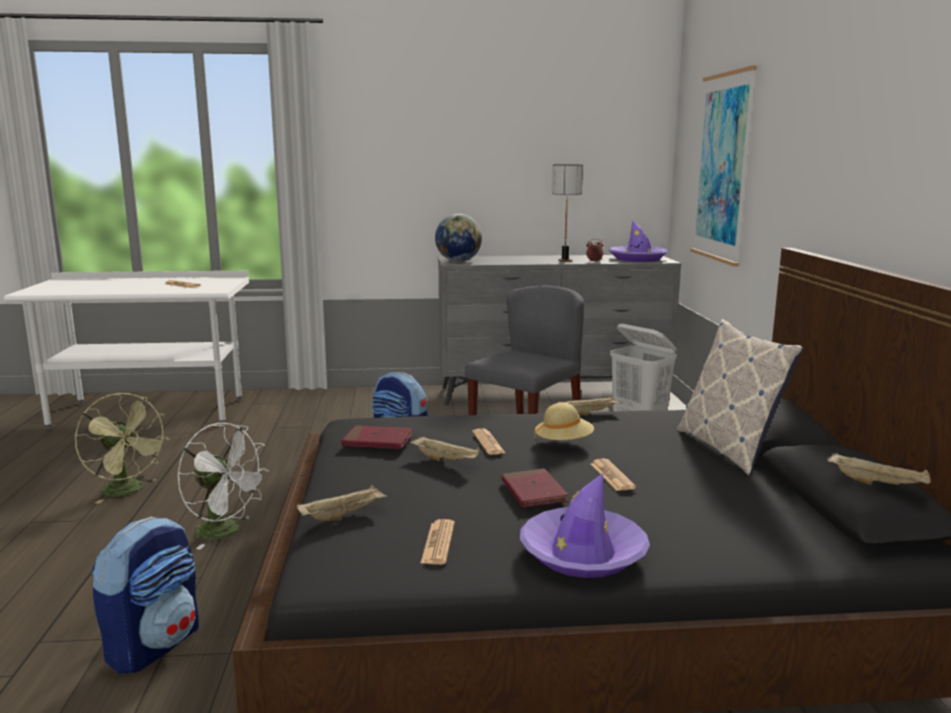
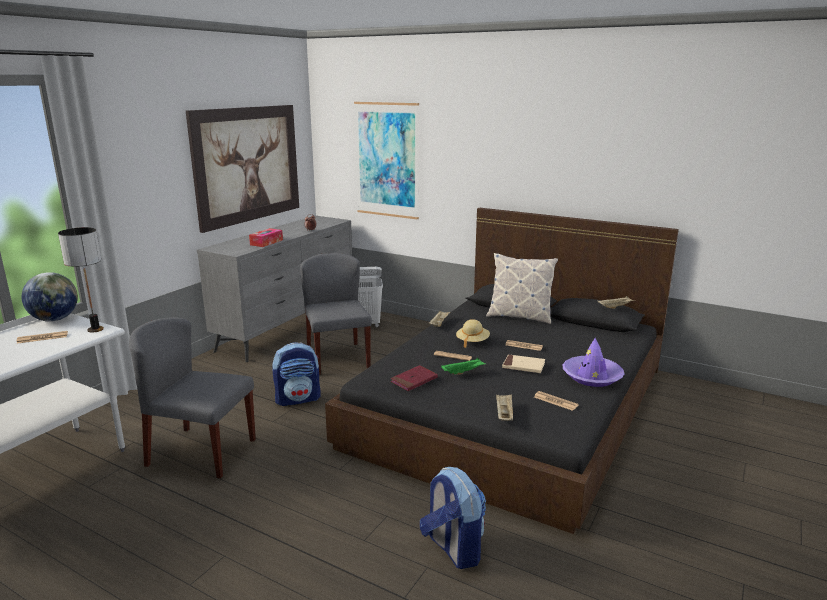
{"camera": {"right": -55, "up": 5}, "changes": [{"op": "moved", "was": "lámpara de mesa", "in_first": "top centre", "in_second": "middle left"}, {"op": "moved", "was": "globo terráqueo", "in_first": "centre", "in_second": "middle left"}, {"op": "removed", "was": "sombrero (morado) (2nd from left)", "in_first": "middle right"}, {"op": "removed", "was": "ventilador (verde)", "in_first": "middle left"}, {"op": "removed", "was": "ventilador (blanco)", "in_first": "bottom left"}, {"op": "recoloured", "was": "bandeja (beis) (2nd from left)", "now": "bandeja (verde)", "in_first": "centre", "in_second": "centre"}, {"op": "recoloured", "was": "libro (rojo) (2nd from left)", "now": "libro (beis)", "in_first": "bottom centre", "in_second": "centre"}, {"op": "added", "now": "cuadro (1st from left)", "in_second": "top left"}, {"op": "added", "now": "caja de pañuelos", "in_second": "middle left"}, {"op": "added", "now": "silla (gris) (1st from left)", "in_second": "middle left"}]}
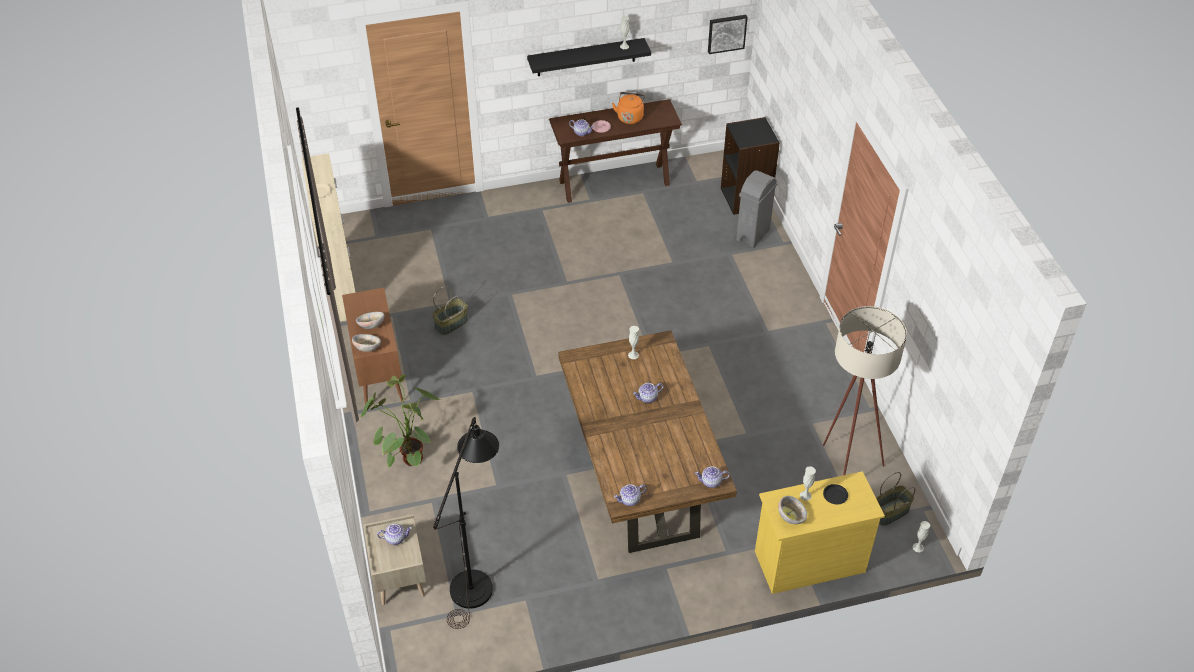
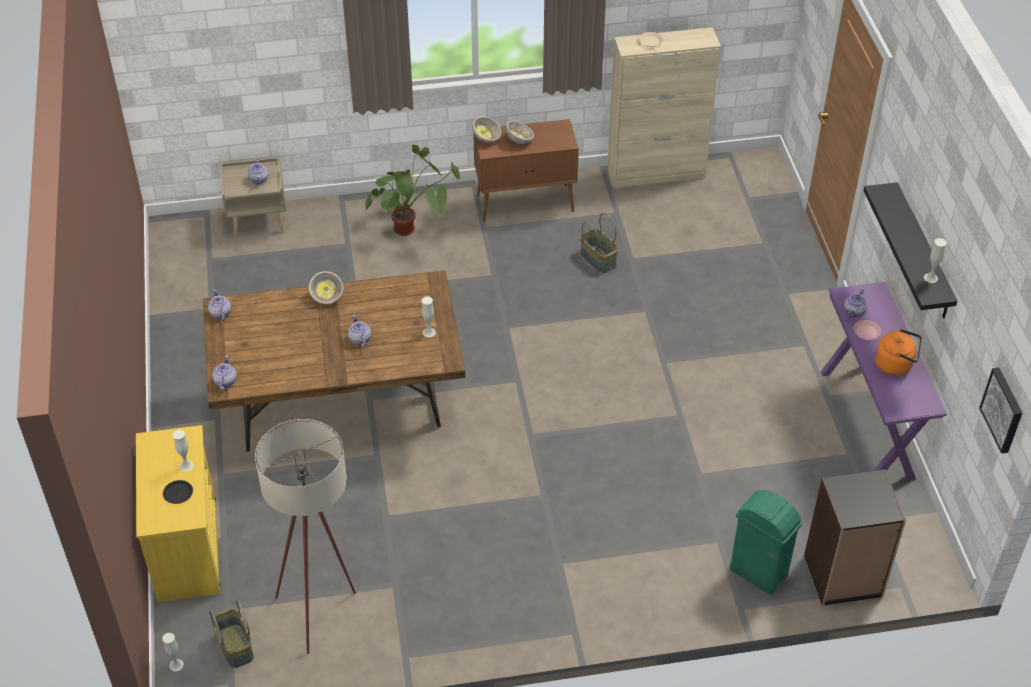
{"camera": {"right": 95, "up": 0}, "changes": [{"op": "recoloured", "was": "mesa consola (marrón)", "now": "mesa consola (morado)", "in_first": "top centre", "in_second": "middle right"}, {"op": "recoloured", "was": "papelera (gris)", "now": "papelera (verde)", "in_first": "top centre", "in_second": "bottom right"}, {"op": "removed", "was": "lámpara de pie (negro)", "in_first": "bottom centre"}, {"op": "moved", "was": "cuenco (3rd from left in the first image)", "now": "cuenco (1st from left)", "in_first": "bottom centre", "in_second": "middle left"}]}
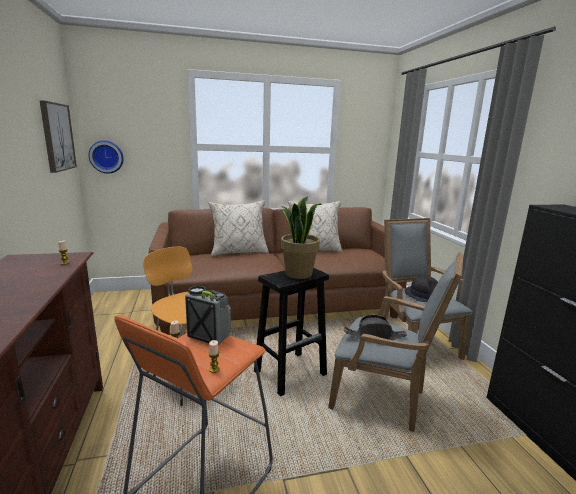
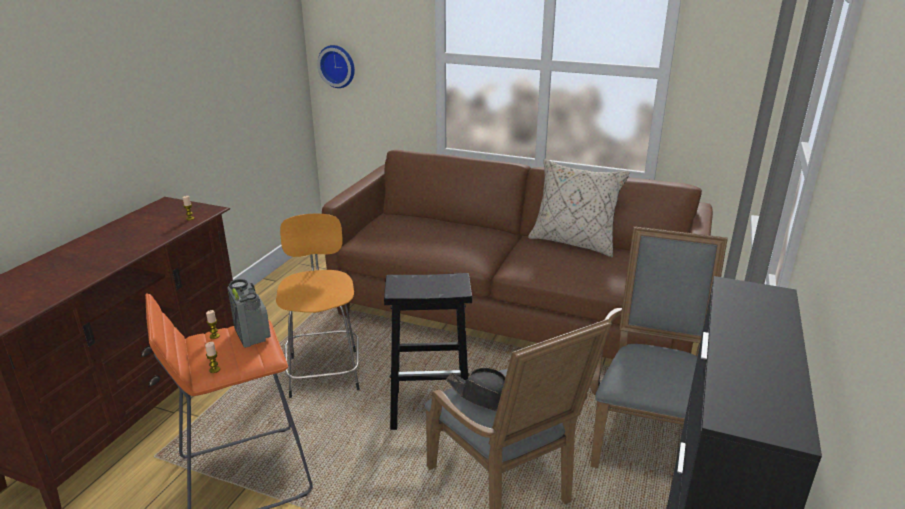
{"camera": {"right": 35, "up": 10}, "changes": [{"op": "removed", "was": "cuadro", "in_first": "top left"}, {"op": "removed", "was": "planta en maceta", "in_first": "centre"}, {"op": "removed", "was": "cojín (beis) (1st from left)", "in_first": "centre"}, {"op": "removed", "was": "sombrero (negro) (2nd from left)", "in_first": "middle right"}]}
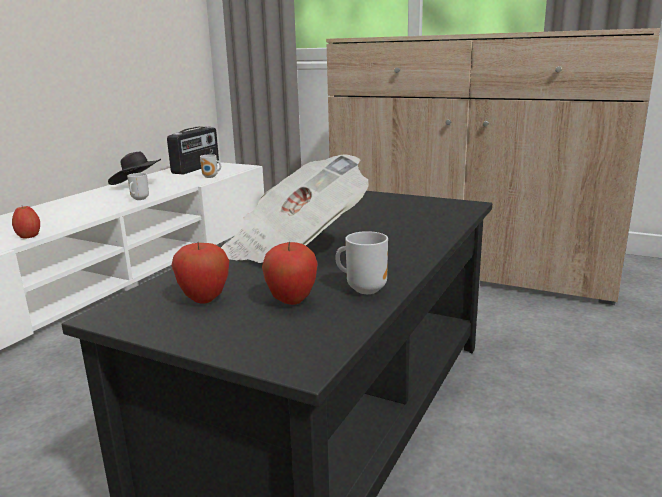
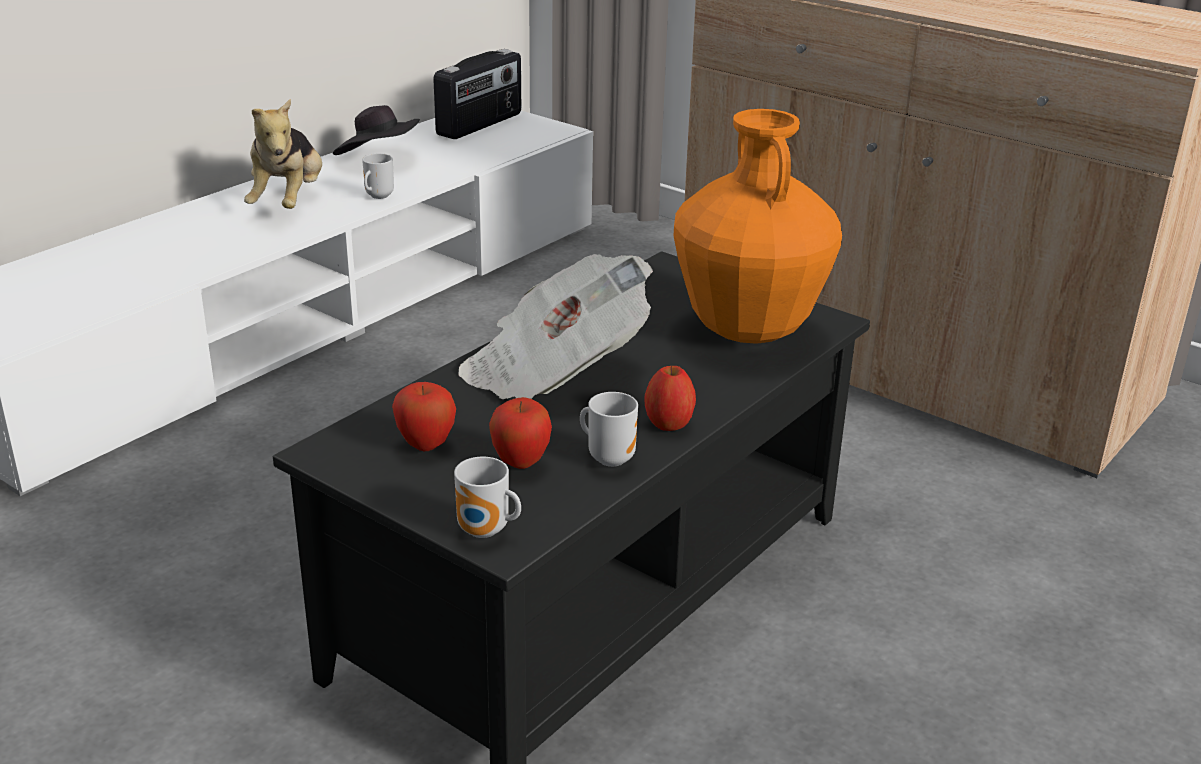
{"camera": {"right": 10, "up": 10}, "changes": [{"op": "moved", "was": "taza grande (2nd from left)", "in_first": "middle left", "in_second": "centre"}, {"op": "moved", "was": "manzana (1st from left in the first image)", "now": "manzana (3rd from left)", "in_first": "middle left", "in_second": "centre"}, {"op": "added", "now": "peluche", "in_second": "top left"}, {"op": "added", "now": "florero (naranja)", "in_second": "top centre"}]}
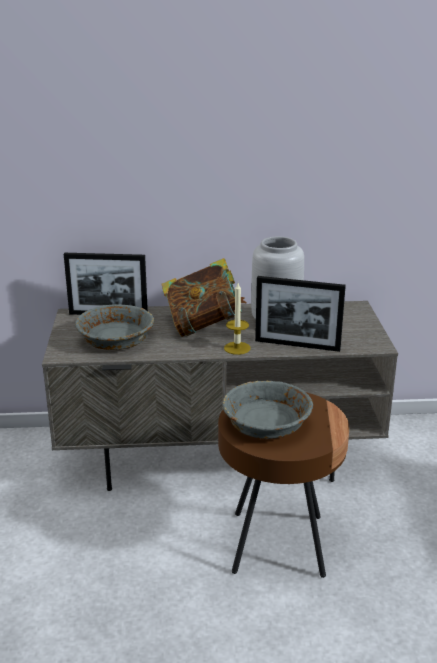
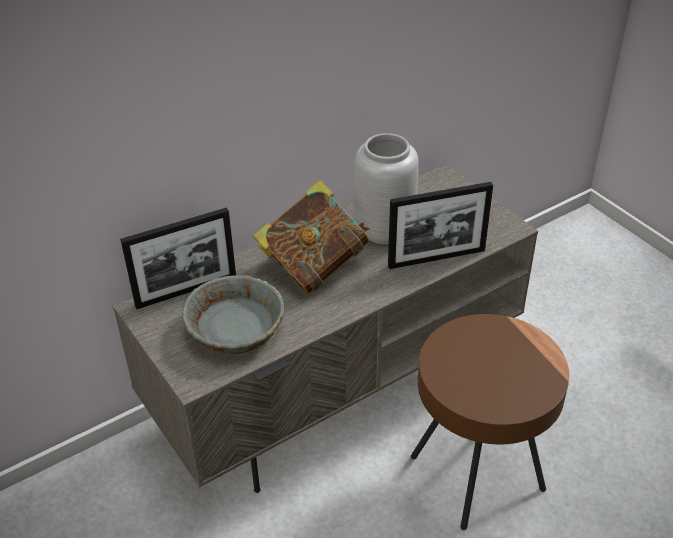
{"camera": {"right": -30, "up": 15}, "changes": [{"op": "removed", "was": "vela", "in_first": "centre"}, {"op": "removed", "was": "cuenco (gris) (2nd from left)", "in_first": "centre"}]}
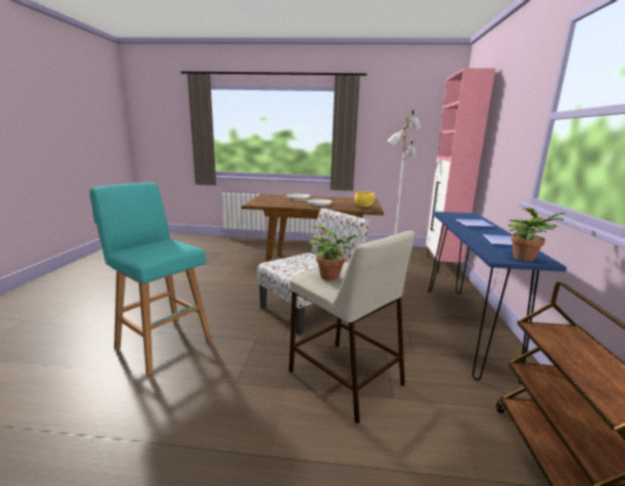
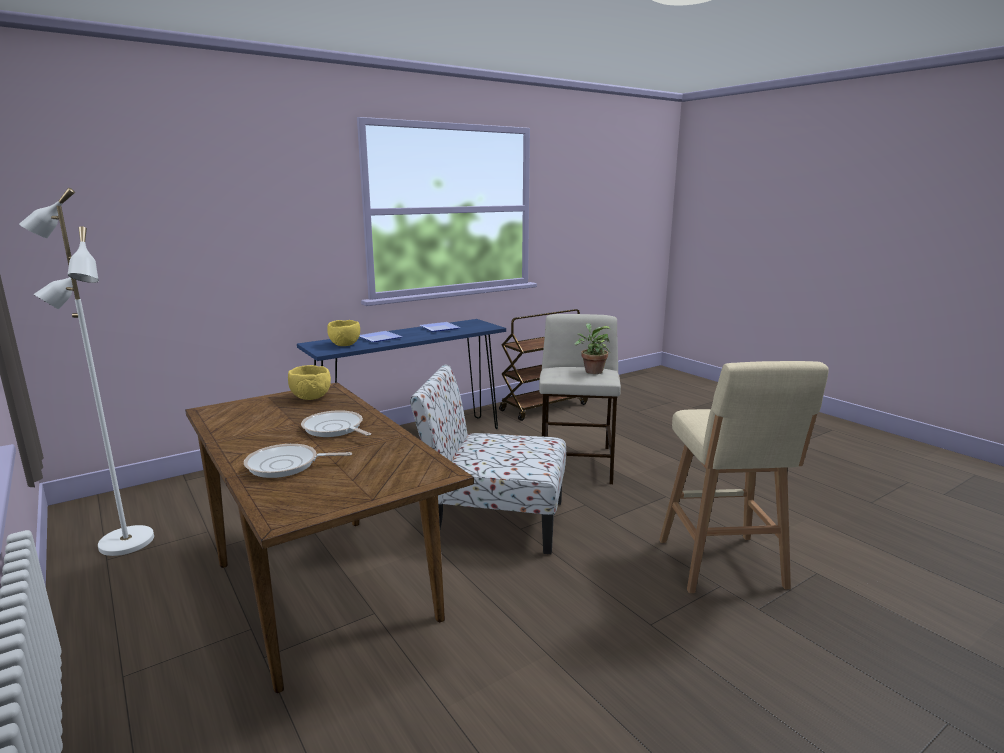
{"camera": {"right": -130, "up": 0}, "changes": [{"op": "removed", "was": "armario (rosa)", "in_first": "middle right"}, {"op": "recoloured", "was": "taburete (turquesa)", "now": "taburete (beis) (2nd from left)", "in_first": "middle left", "in_second": "middle right"}, {"op": "removed", "was": "planta en maceta (2nd from left)", "in_first": "middle right"}, {"op": "added", "now": "cuenco (amarillo) (2nd from left)", "in_second": "centre"}]}
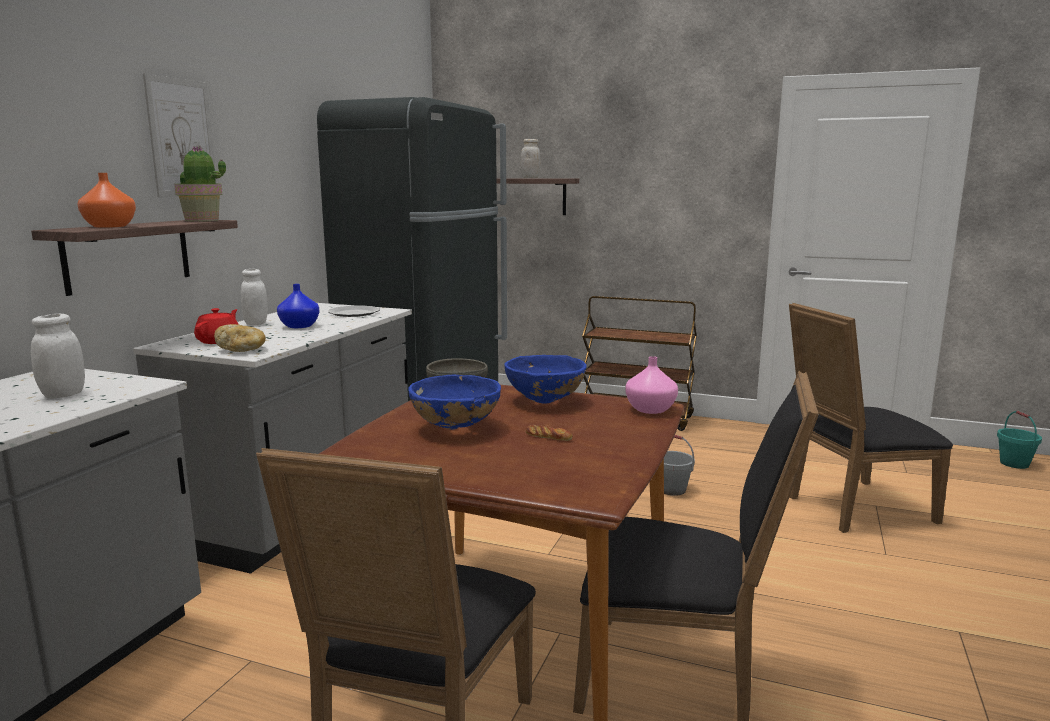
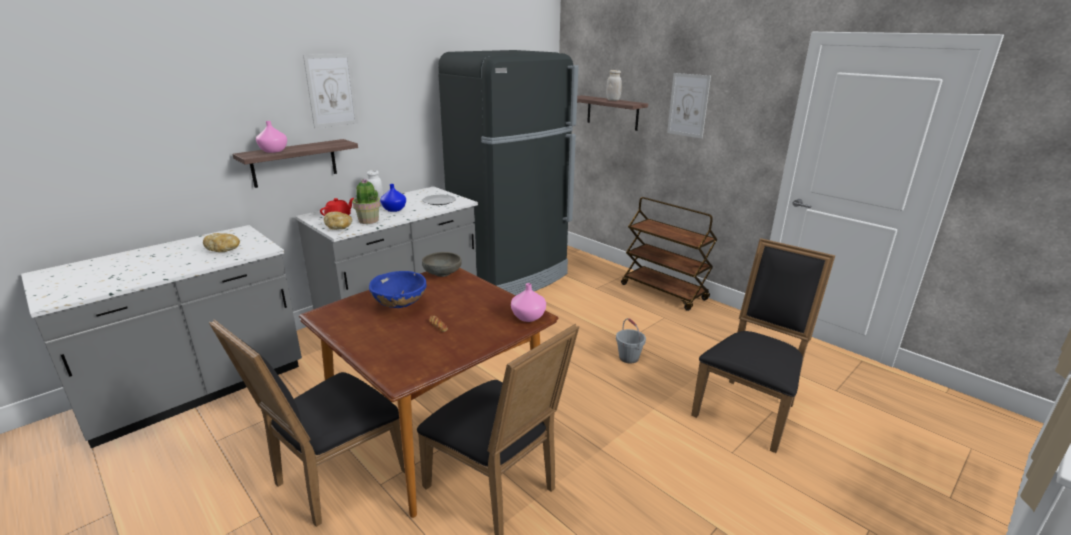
{"camera": {"right": 25, "up": 10}, "changes": [{"op": "moved", "was": "planta en maceta", "in_first": "top left", "in_second": "centre"}, {"op": "recoloured", "was": "florero (naranja)", "now": "florero (rosa) (1st from left)", "in_first": "top left", "in_second": "top left"}, {"op": "turned", "was": "silla (negro) (3rd from left)", "in_first": "middle right", "in_second": "middle right", "clockwise": 120}, {"op": "replaced", "was": "tarro (blanco) (1st from left)", "now": "pan (1st from left)", "in_first": "middle left", "in_second": "middle left"}, {"op": "removed", "was": "cuenco (azul) (2nd from left)", "in_first": "centre"}, {"op": "removed", "was": "cubo (turquesa)", "in_first": "middle right"}, {"op": "added", "now": "cuadro (2nd from left)", "in_second": "top centre"}]}
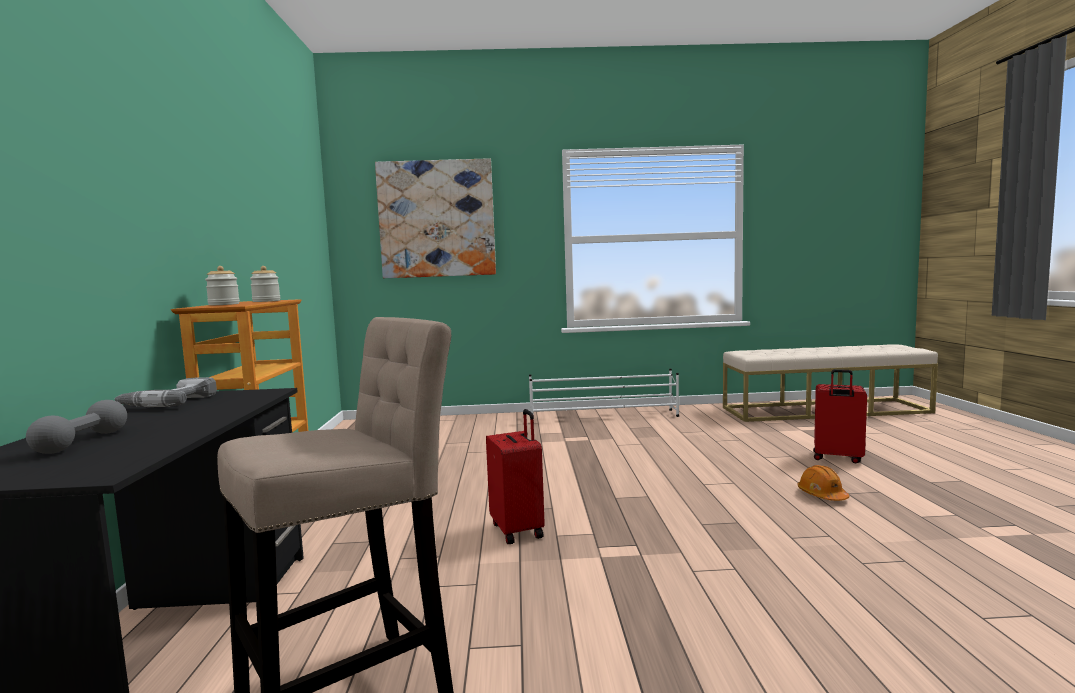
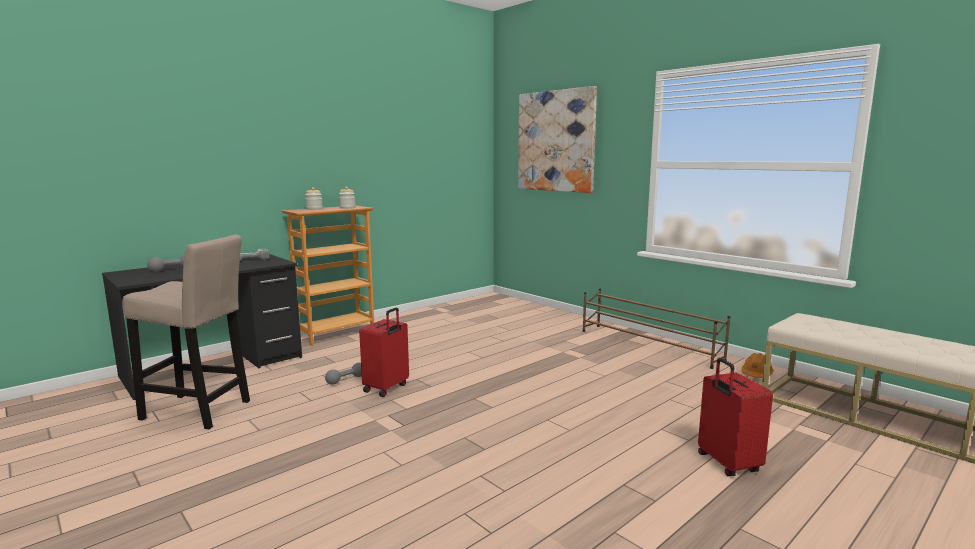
{"camera": {"right": 50, "up": 5}, "changes": [{"op": "recoloured", "was": "zapatero (blanco)", "now": "zapatero (marrón)", "in_first": "centre", "in_second": "middle right"}, {"op": "moved", "was": "casco (naranja)", "in_first": "bottom right", "in_second": "middle right"}, {"op": "added", "now": "mancuerna (gris) (2nd from left)", "in_second": "bottom centre"}]}
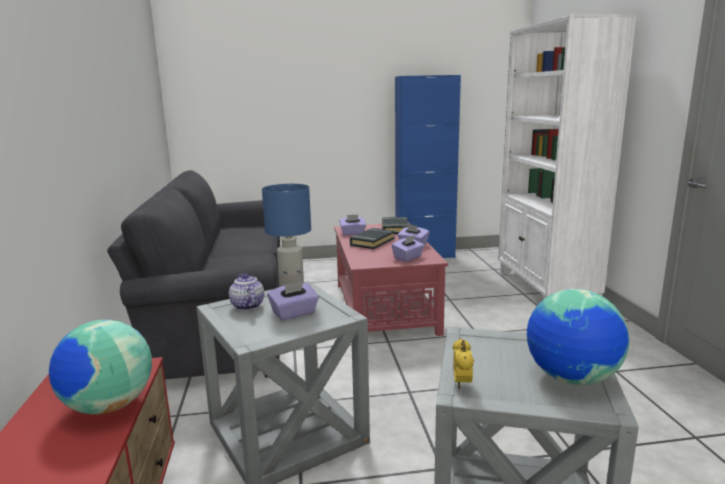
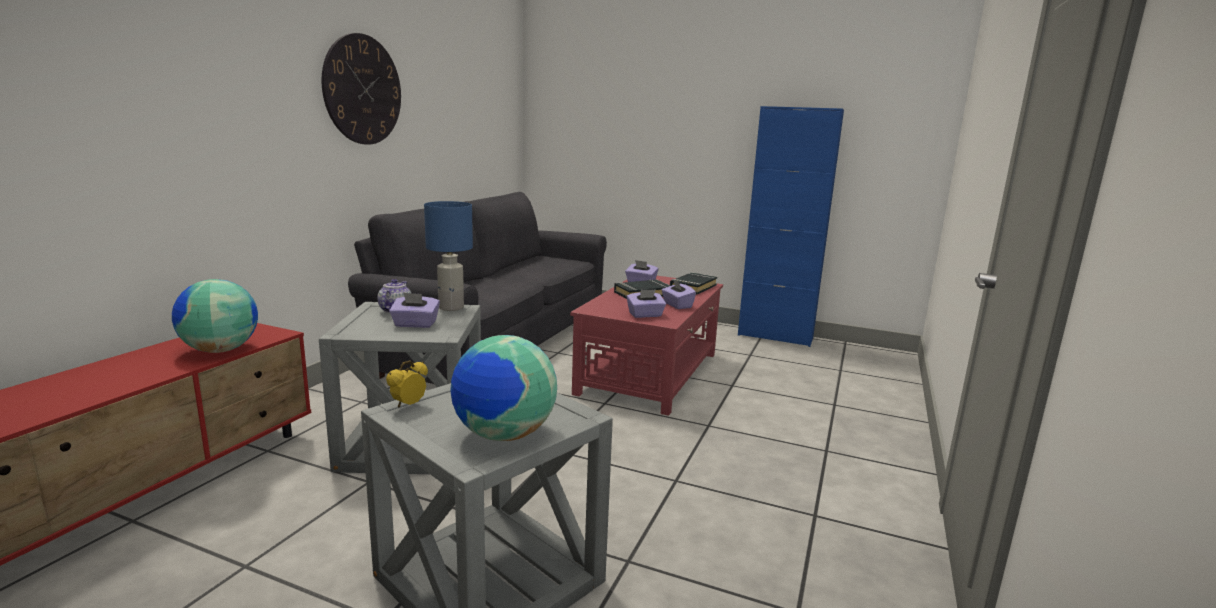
{"camera": {"right": 30, "up": 0}, "changes": [{"op": "removed", "was": "estantería (blanco)", "in_first": "top right"}, {"op": "added", "now": "reloj de pared", "in_second": "top left"}]}
